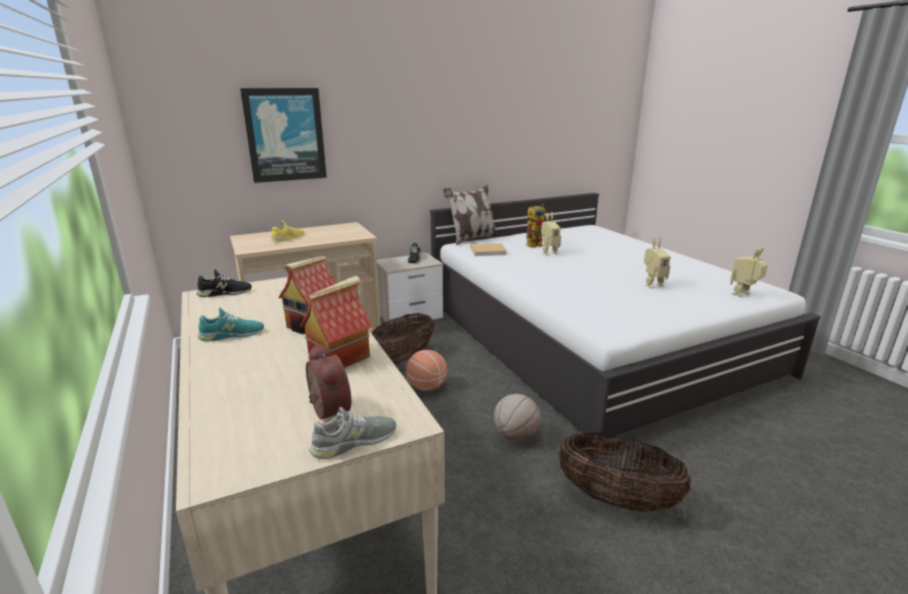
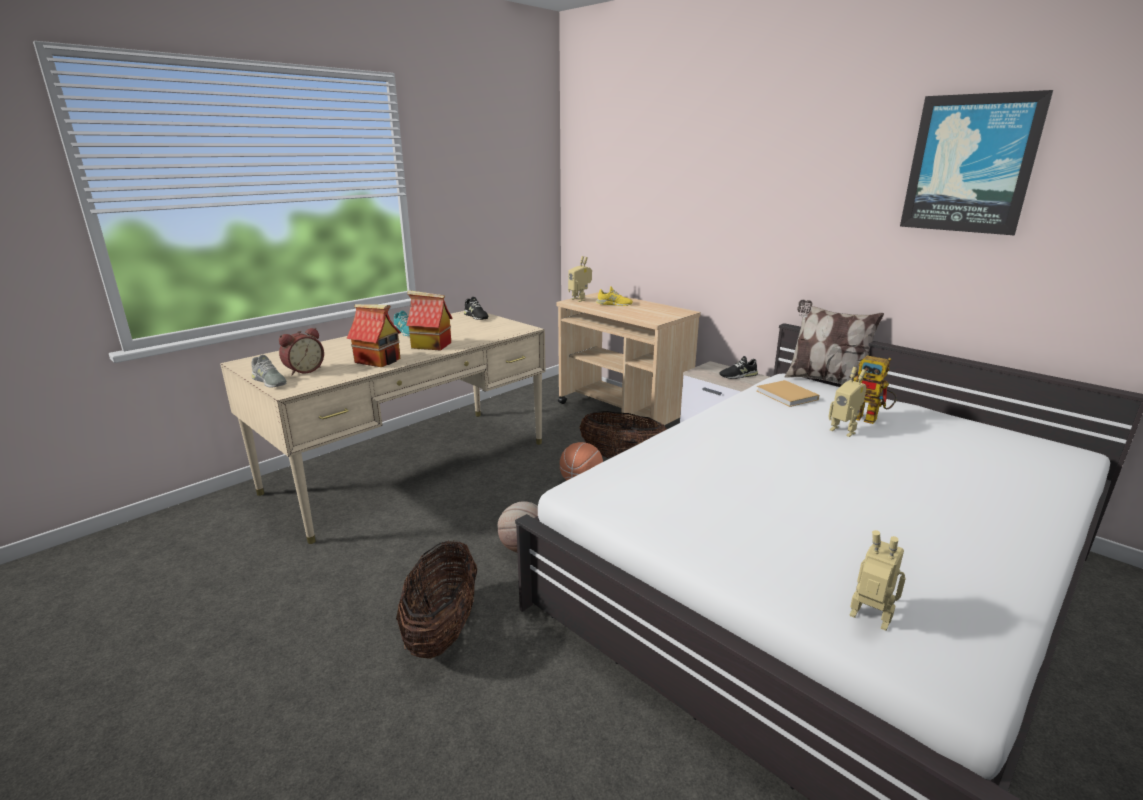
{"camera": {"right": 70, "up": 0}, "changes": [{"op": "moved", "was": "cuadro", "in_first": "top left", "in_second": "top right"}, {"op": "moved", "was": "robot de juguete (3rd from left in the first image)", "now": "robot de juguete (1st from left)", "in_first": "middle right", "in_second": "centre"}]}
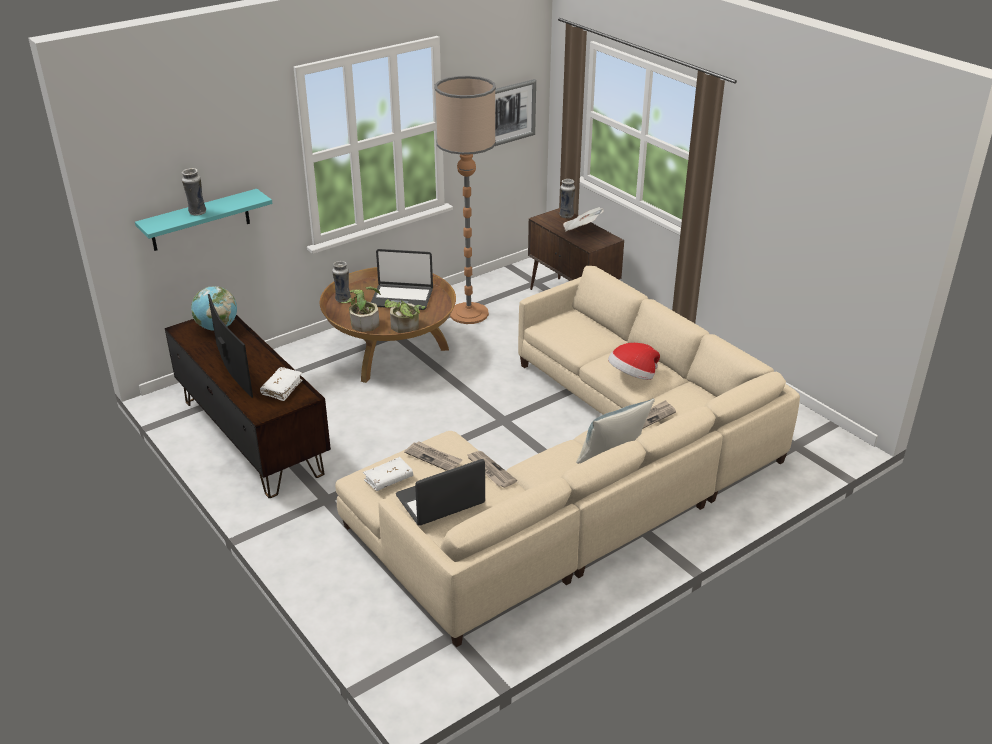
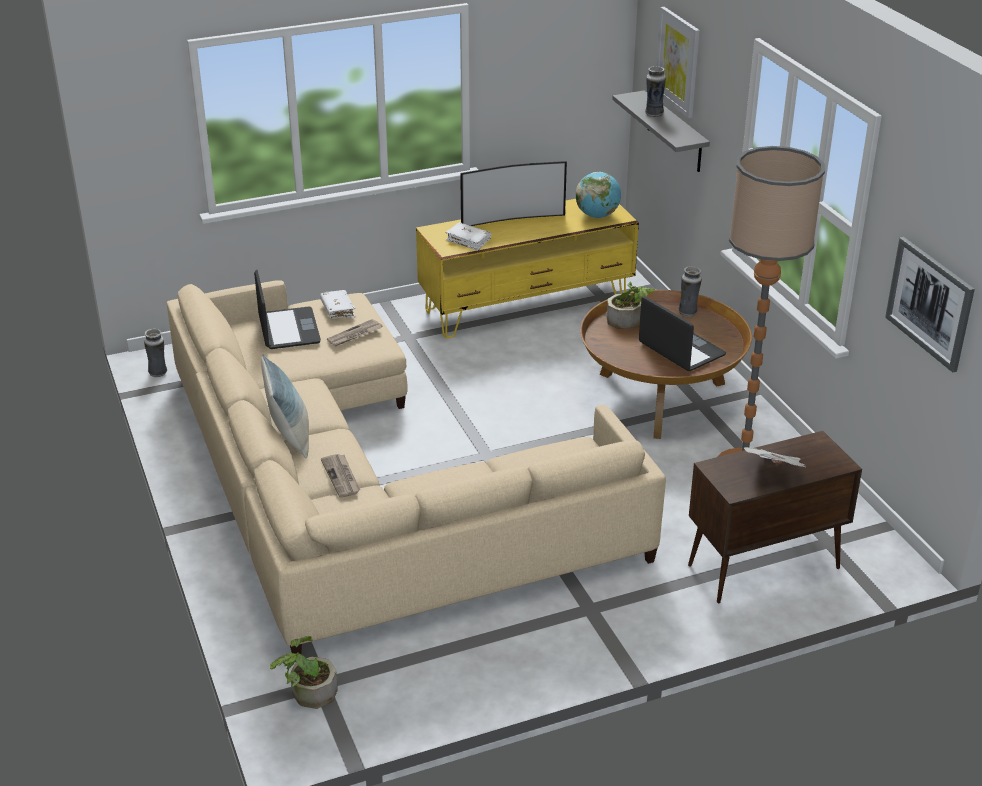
{"camera": {"right": 105, "up": 0}, "changes": [{"op": "moved", "was": "florero (3rd from left in the first image)", "now": "florero (1st from left)", "in_first": "top centre", "in_second": "middle left"}, {"op": "recoloured", "was": "estante (turquesa)", "now": "estante (gris)", "in_first": "top left", "in_second": "top right"}, {"op": "turned", "was": "portátil (1st from left in the first image)", "in_first": "centre", "in_second": "middle right", "clockwise": 120}, {"op": "moved", "was": "planta en maceta (2nd from left in the first image)", "now": "planta en maceta (1st from left)", "in_first": "centre", "in_second": "bottom left"}, {"op": "recoloured", "was": "mueble de televisión (marrón)", "now": "mueble de televisión (amarillo)", "in_first": "middle left", "in_second": "centre"}, {"op": "removed", "was": "sombrero", "in_first": "centre"}, {"op": "removed", "was": "periódico (2nd from left)", "in_first": "centre"}, {"op": "added", "now": "cuadro (1st from left)", "in_second": "top right"}]}
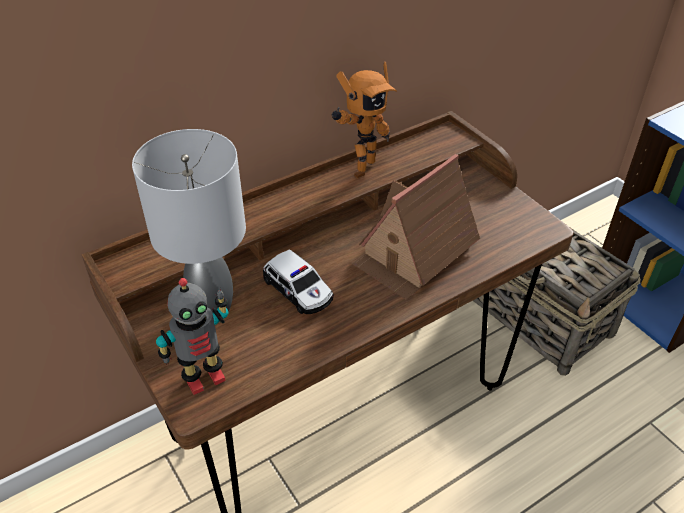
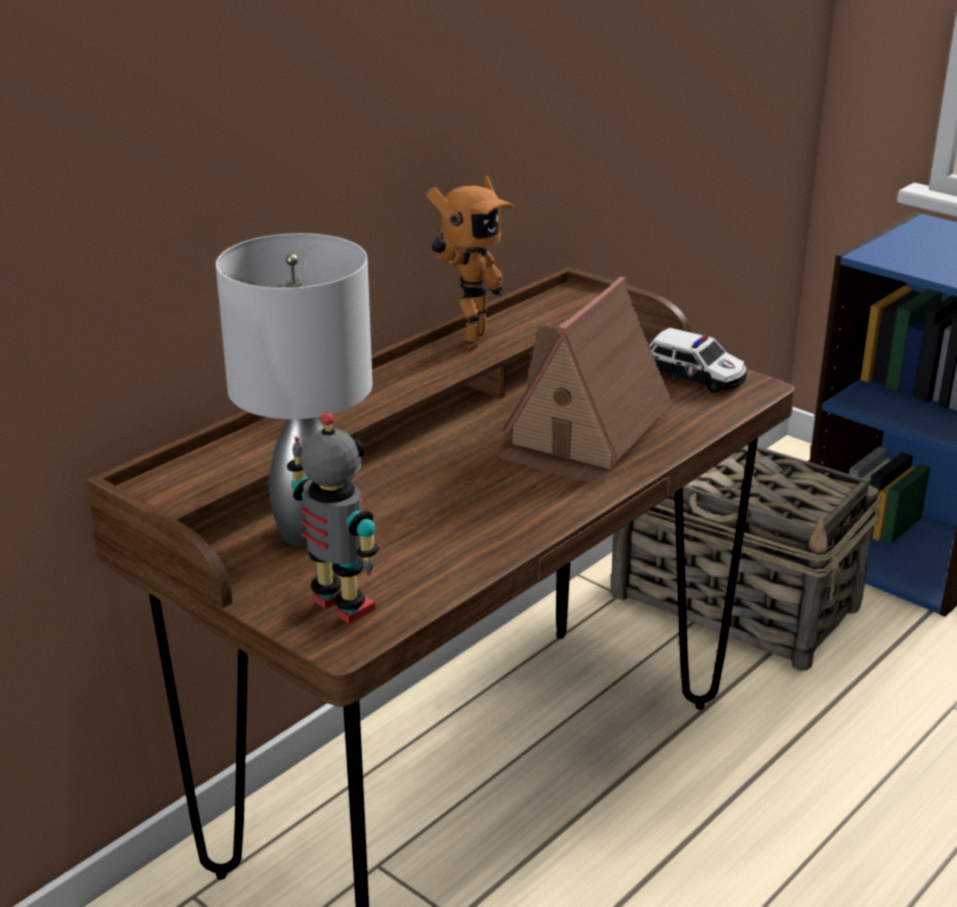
{"camera": {"right": -15, "up": -15}, "changes": [{"op": "moved", "was": "coche de juguete", "in_first": "centre", "in_second": "middle right"}, {"op": "turned", "was": "robot de juguete (1st from left)", "in_first": "middle left", "in_second": "centre", "clockwise": -90}]}
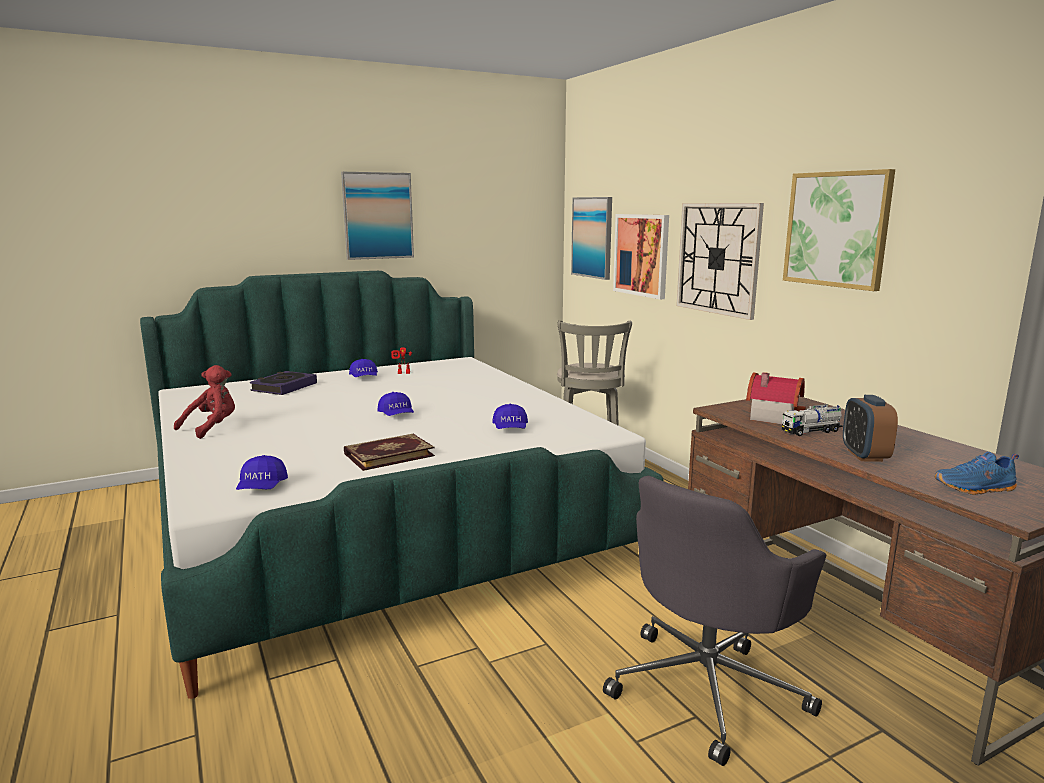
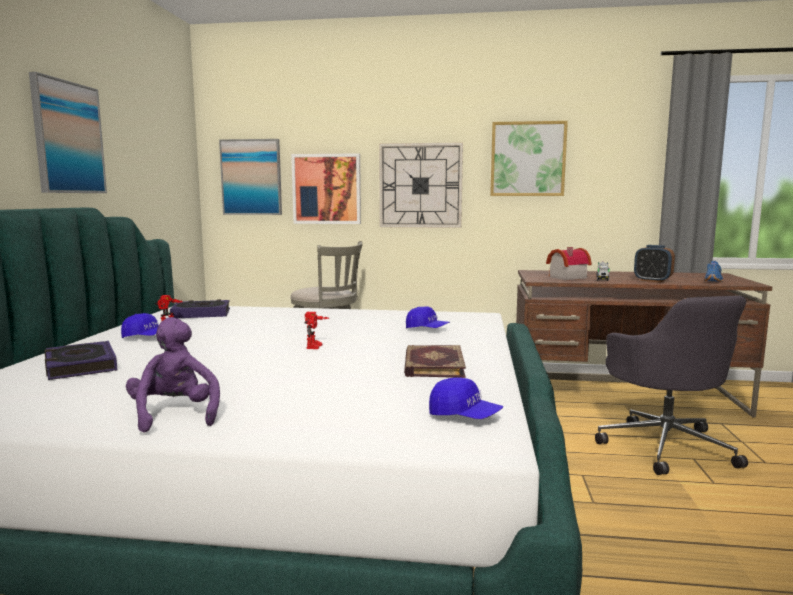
{"camera": {"right": -55, "up": -5}, "changes": [{"op": "recoloured", "was": "peluche (rojo)", "now": "peluche (morado)", "in_first": "middle left", "in_second": "middle left"}, {"op": "replaced", "was": "gorra (azul) (3rd from left)", "now": "robot de juguete (2nd from left)", "in_first": "centre", "in_second": "centre"}, {"op": "added", "now": "libro (2nd from left)", "in_second": "middle left"}]}
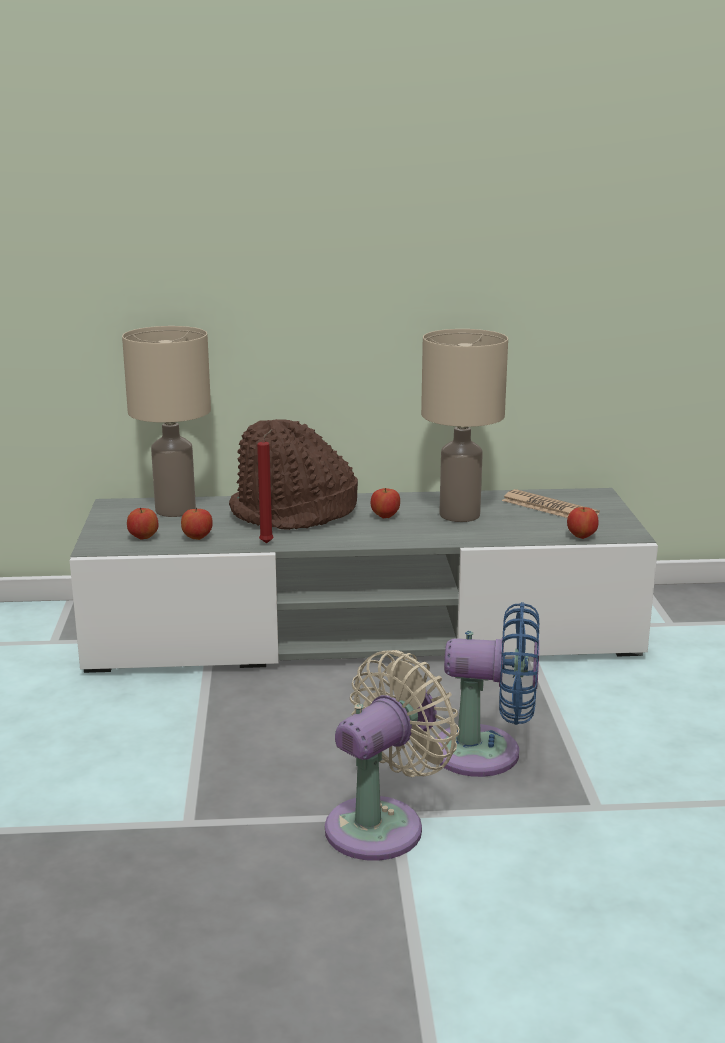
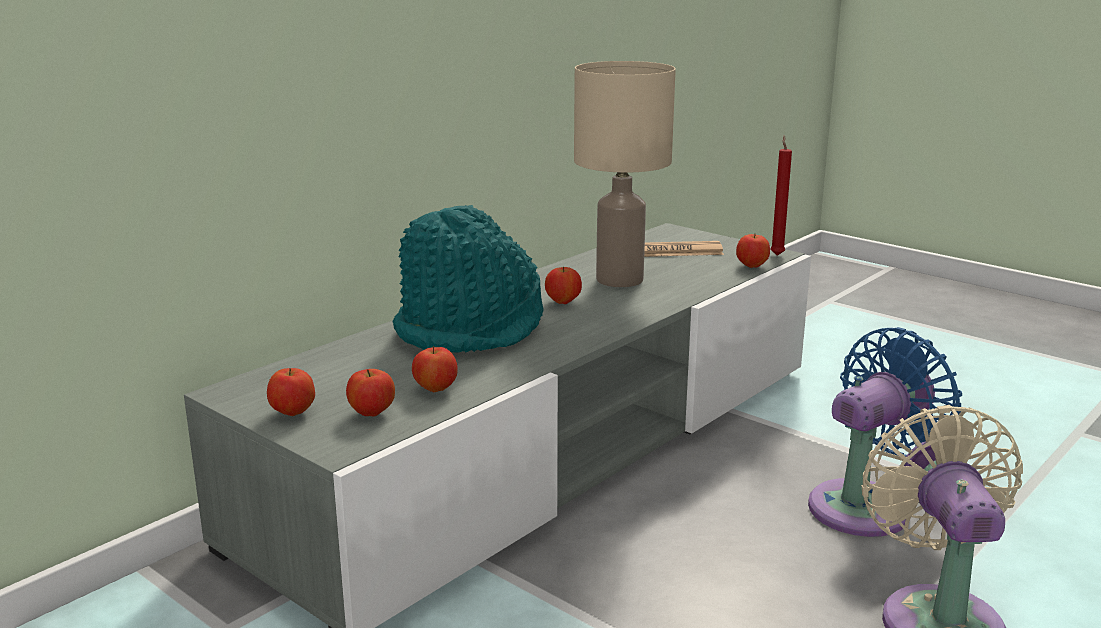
{"camera": {"right": -45, "up": 0}, "changes": [{"op": "removed", "was": "lámpara de mesa (beis) (1st from left)", "in_first": "middle left"}, {"op": "recoloured", "was": "sombrero (marrón)", "now": "sombrero (turquesa)", "in_first": "centre", "in_second": "centre"}, {"op": "moved", "was": "vela (rojo)", "in_first": "centre", "in_second": "top right"}, {"op": "added", "now": "manzana (1st from left)", "in_second": "middle left"}]}
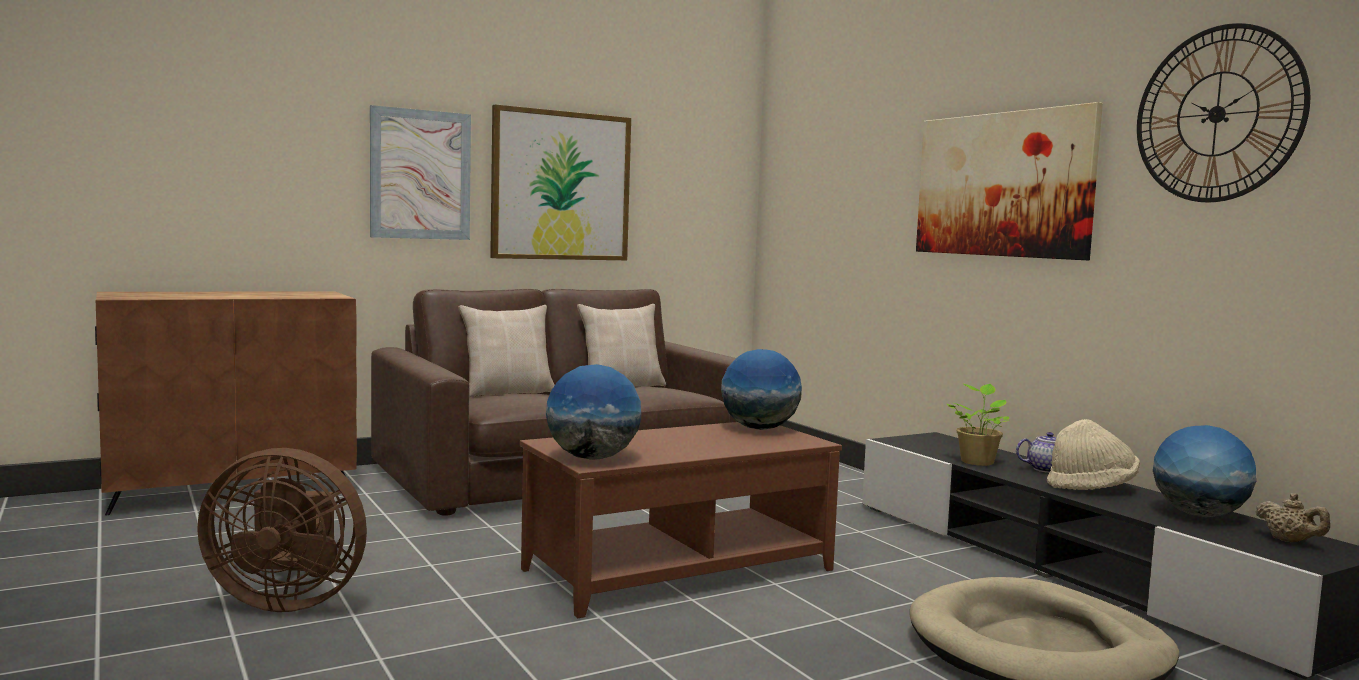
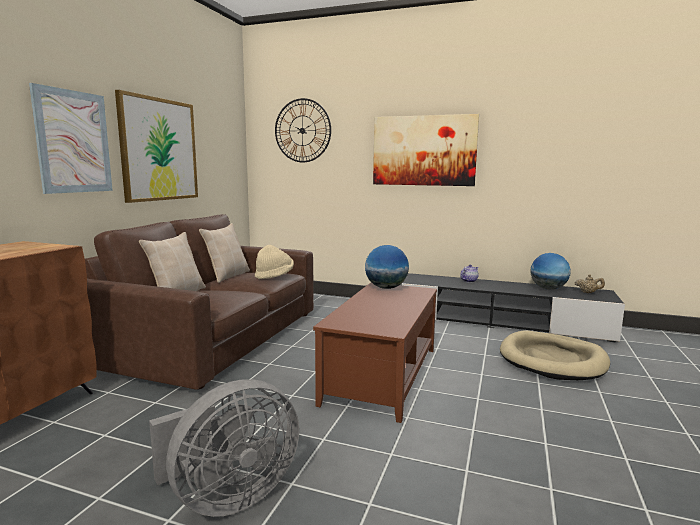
{"camera": {"right": -40, "up": 5}, "changes": [{"op": "moved", "was": "reloj de pared", "in_first": "top right", "in_second": "top centre"}, {"op": "removed", "was": "globo terráqueo (1st from left)", "in_first": "centre"}, {"op": "removed", "was": "planta en maceta", "in_first": "middle right"}, {"op": "moved", "was": "sombrero (beis)", "in_first": "bottom right", "in_second": "centre"}, {"op": "recoloured", "was": "ventilador (marrón)", "now": "ventilador (gris)", "in_first": "bottom left", "in_second": "bottom left"}]}
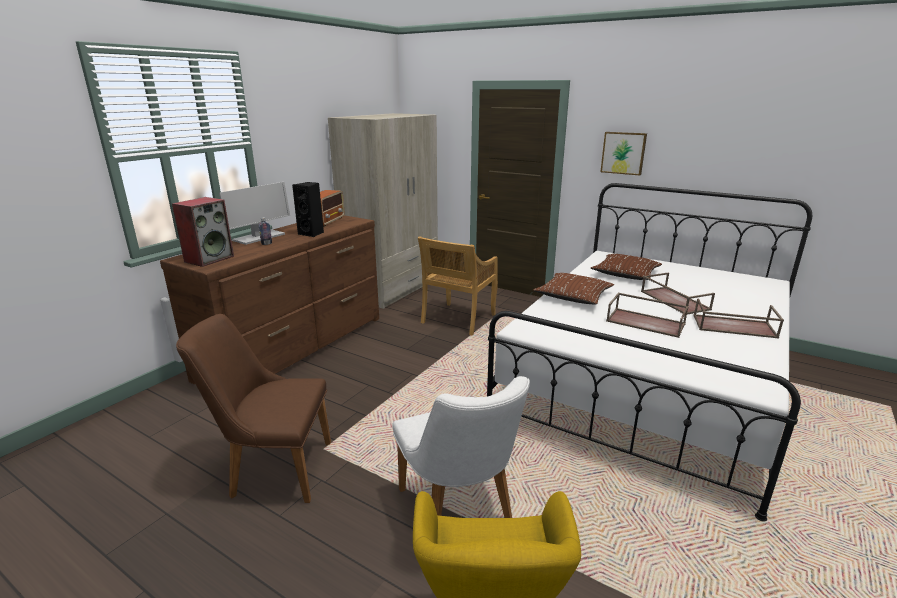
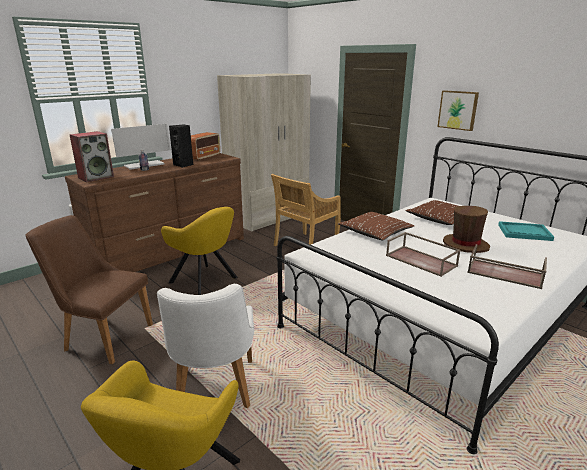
{"camera": {"right": 15, "up": 0}, "changes": [{"op": "replaced", "was": "bandeja (marrón) (2nd from left)", "now": "sombrero (marrón)", "in_first": "middle right", "in_second": "middle right"}, {"op": "added", "now": "sillón (amarillo) (2nd from left)", "in_second": "centre"}, {"op": "added", "now": "bandeja (turquesa)", "in_second": "middle right"}]}
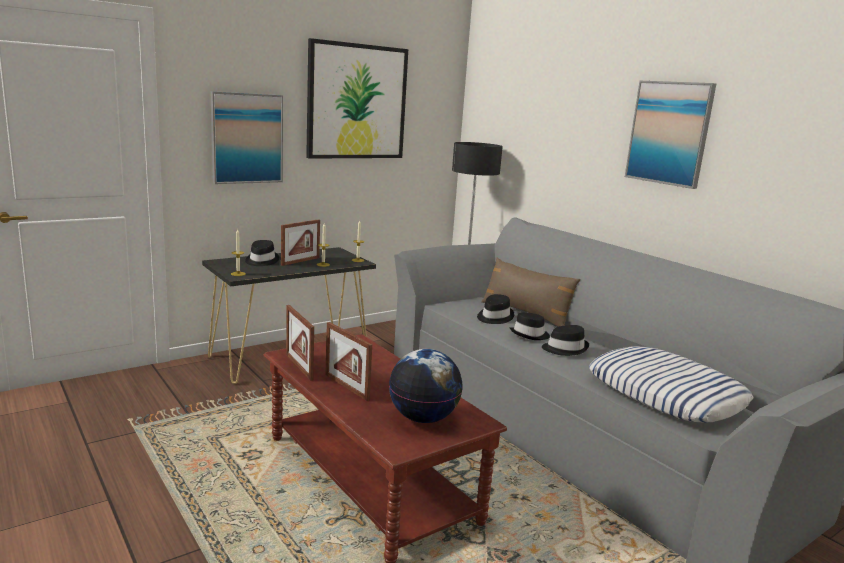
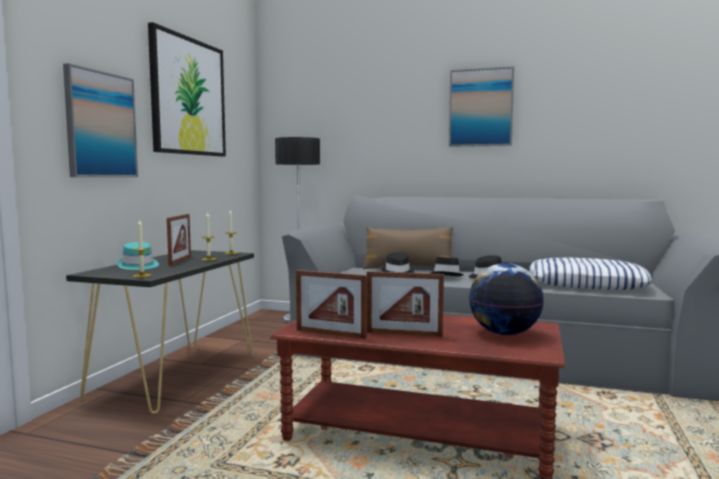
{"camera": {"right": -35, "up": -10}, "changes": [{"op": "recoloured", "was": "sombrero (negro) (1st from left)", "now": "sombrero (turquesa)", "in_first": "middle left", "in_second": "middle left"}]}
